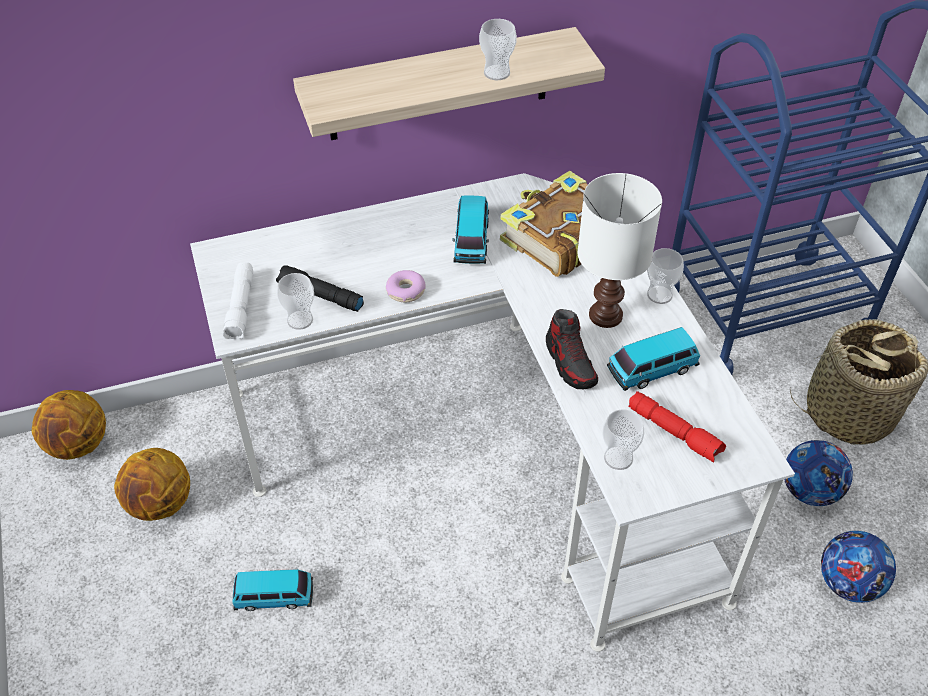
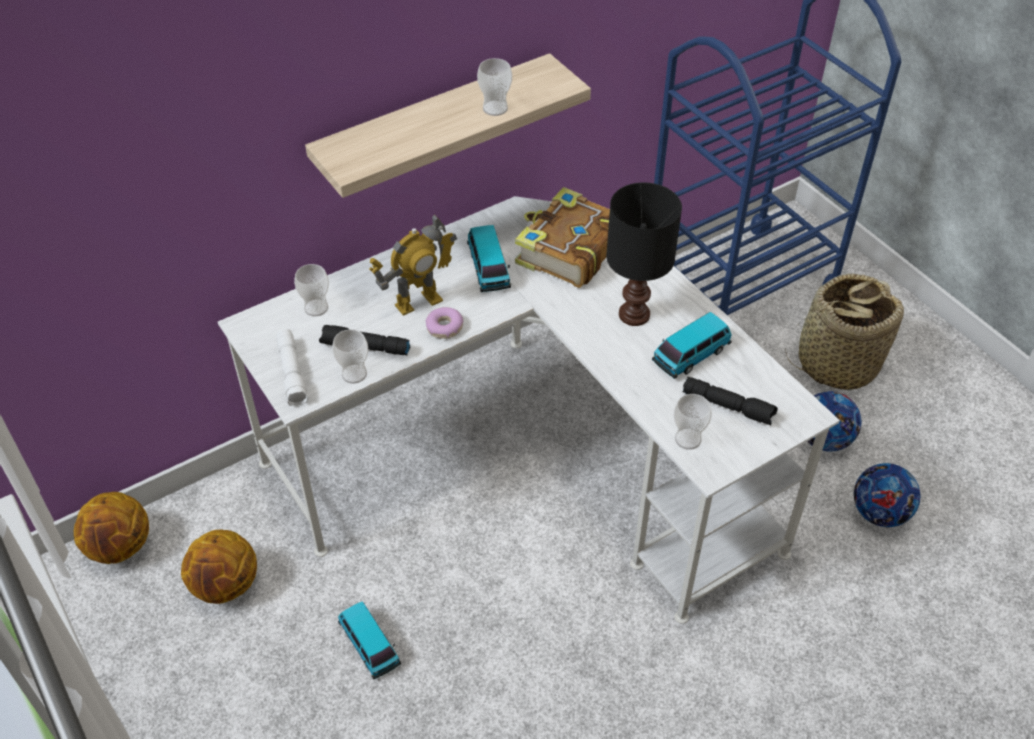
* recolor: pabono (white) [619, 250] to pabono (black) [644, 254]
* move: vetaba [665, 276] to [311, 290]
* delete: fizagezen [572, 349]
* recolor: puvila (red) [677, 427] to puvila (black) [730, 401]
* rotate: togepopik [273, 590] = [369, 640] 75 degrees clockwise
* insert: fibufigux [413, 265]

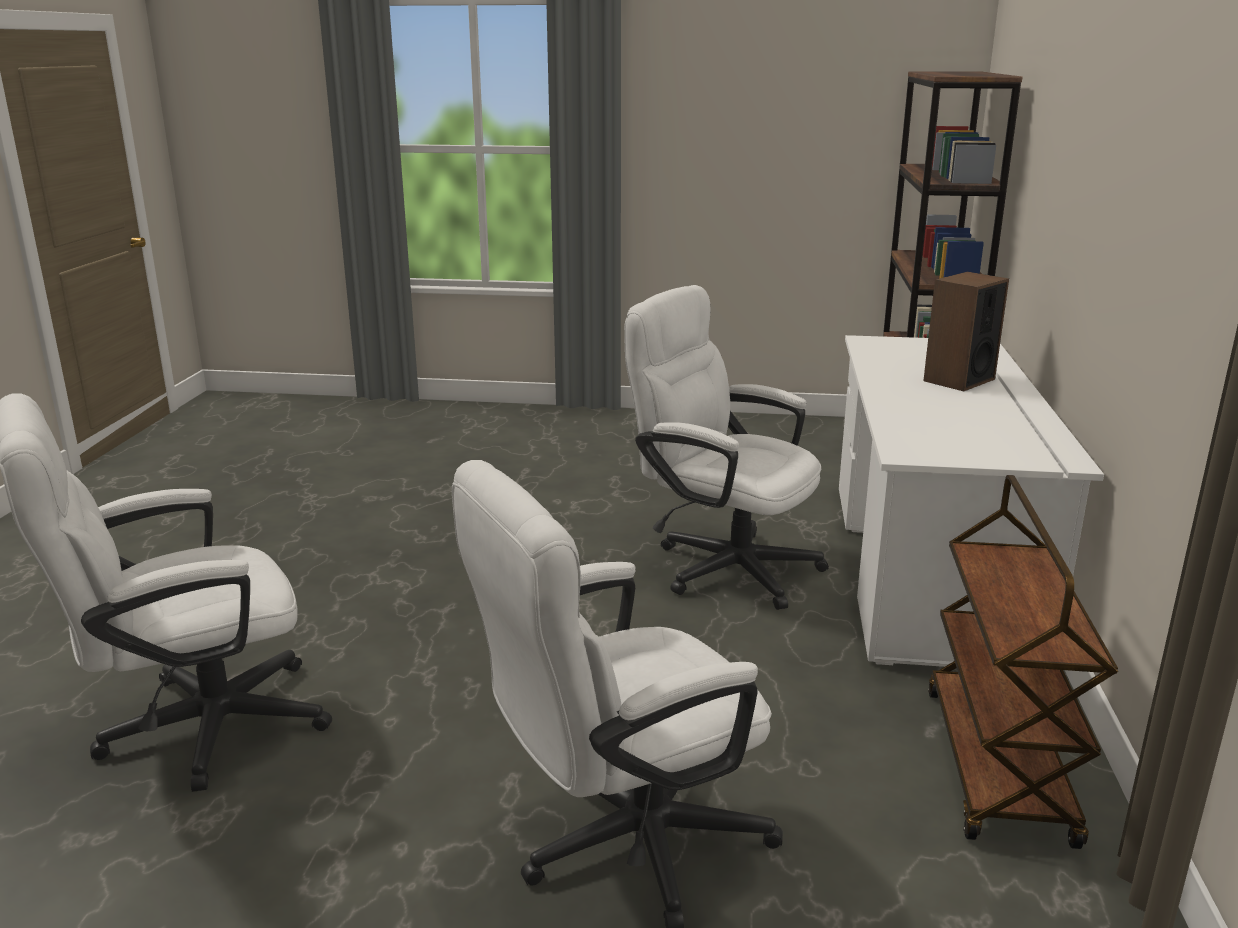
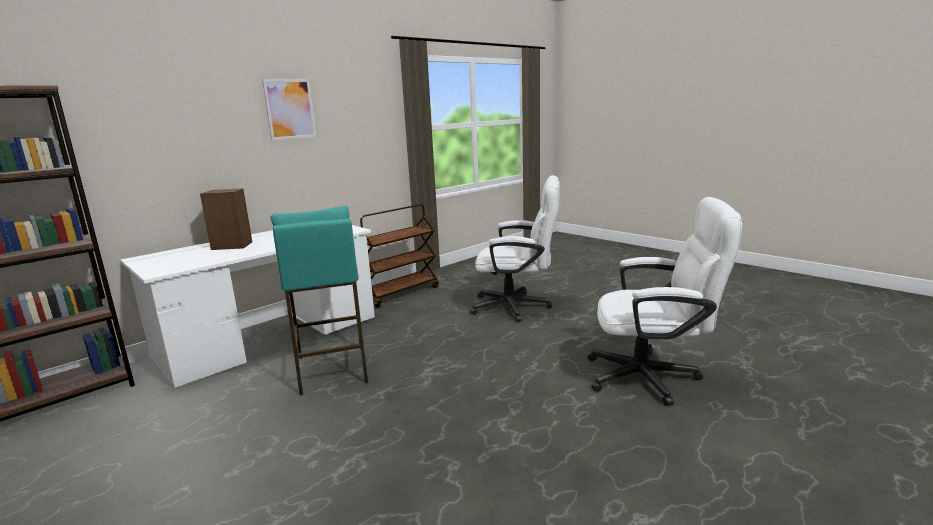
* replace: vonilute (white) [726, 447] to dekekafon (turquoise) [319, 301]
* insert: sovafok [289, 109]

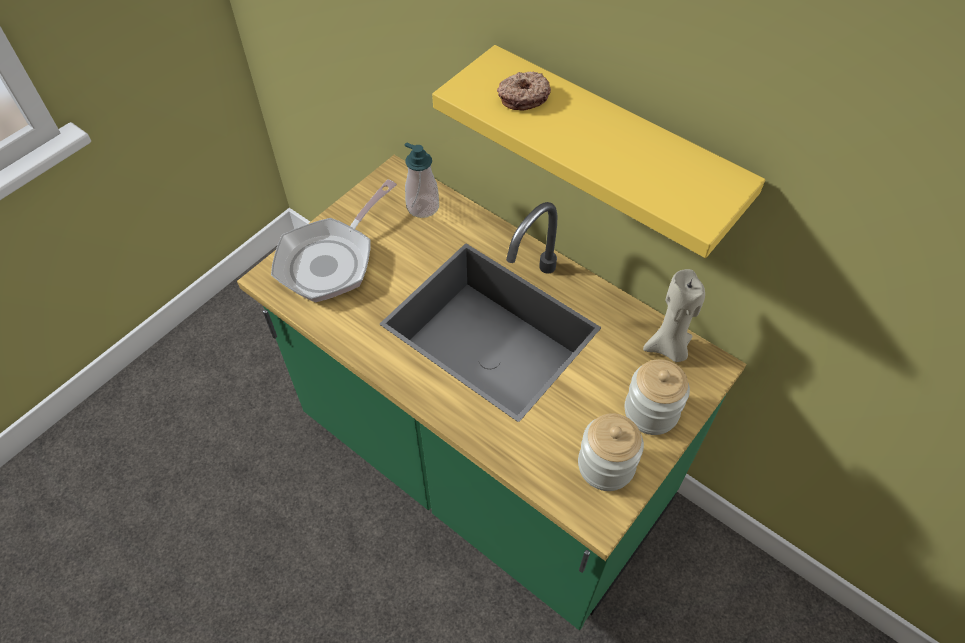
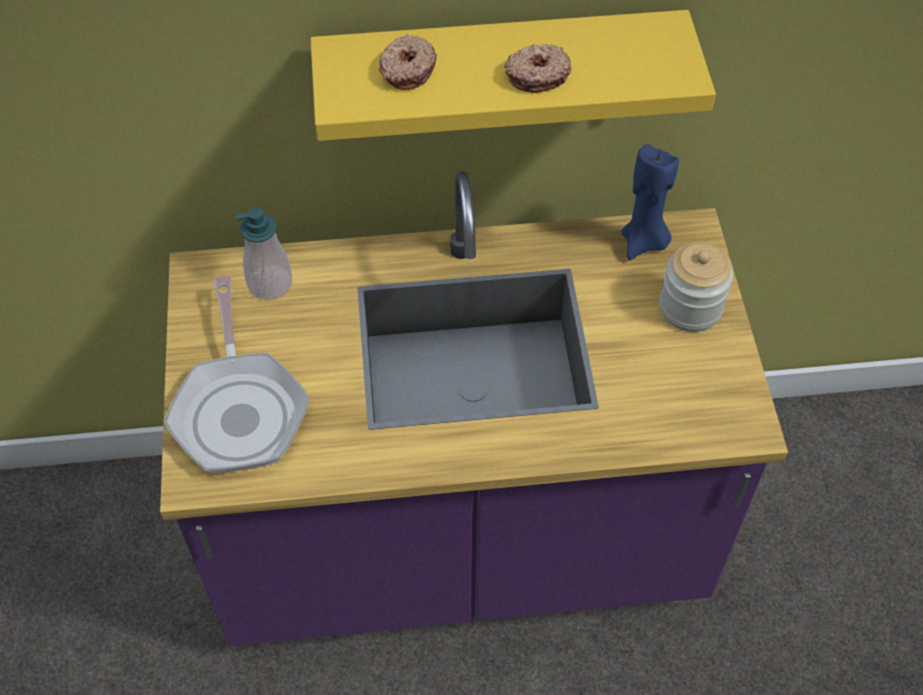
* recolor: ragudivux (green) [491, 392] to ragudivux (purple) [474, 408]
* recolor: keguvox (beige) [674, 315] to keguvox (blue) [650, 202]
* delete: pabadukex [611, 452]
* insert: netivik [537, 68]

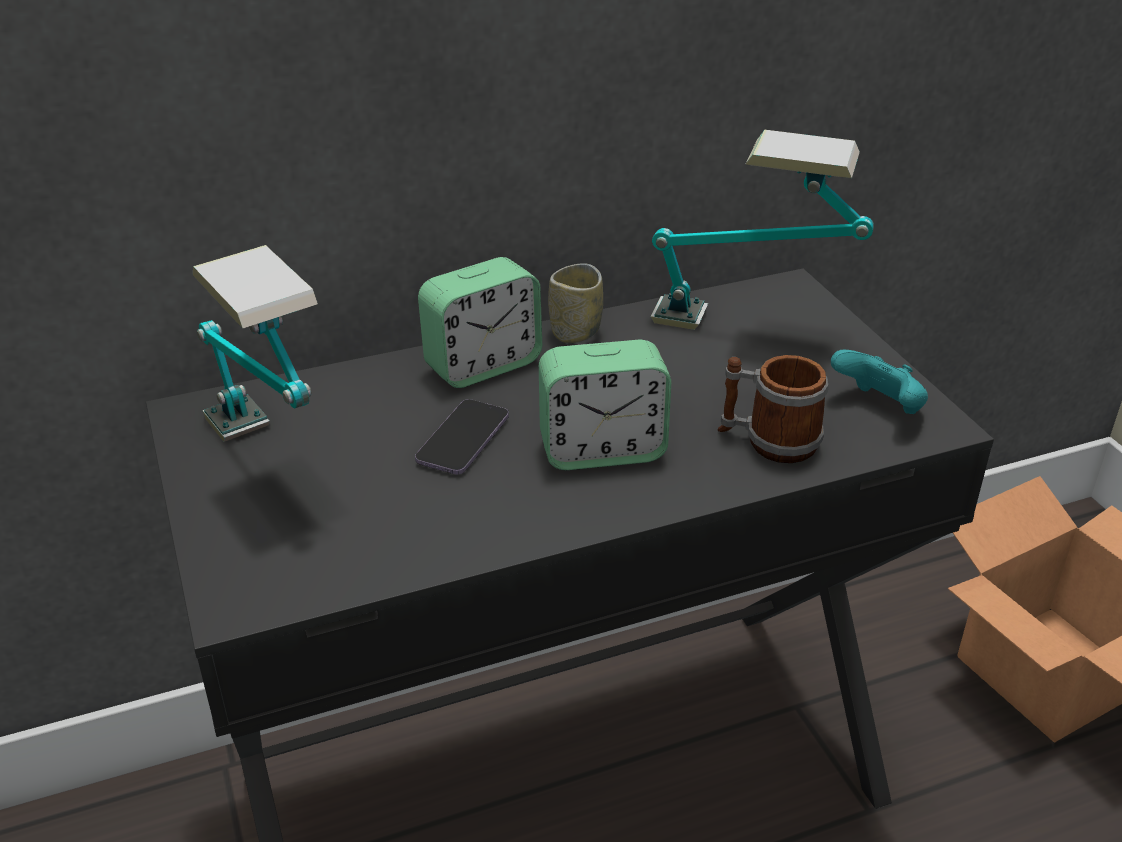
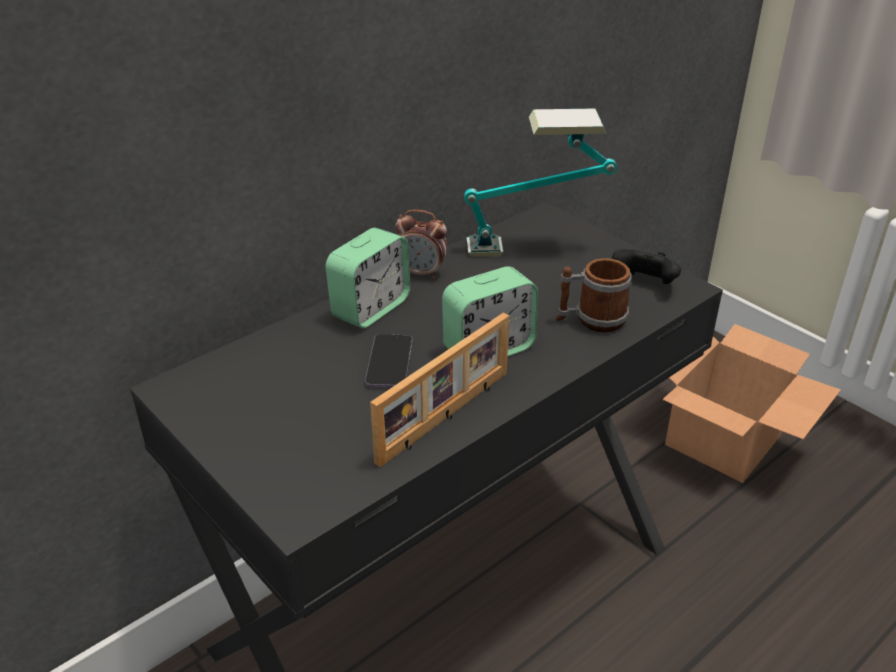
* delete: pabono [255, 343]
* replace: vetaba [575, 303] to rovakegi [421, 244]
* recolor: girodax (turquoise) [879, 382] to girodax (black) [646, 266]
* insert: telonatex [439, 390]

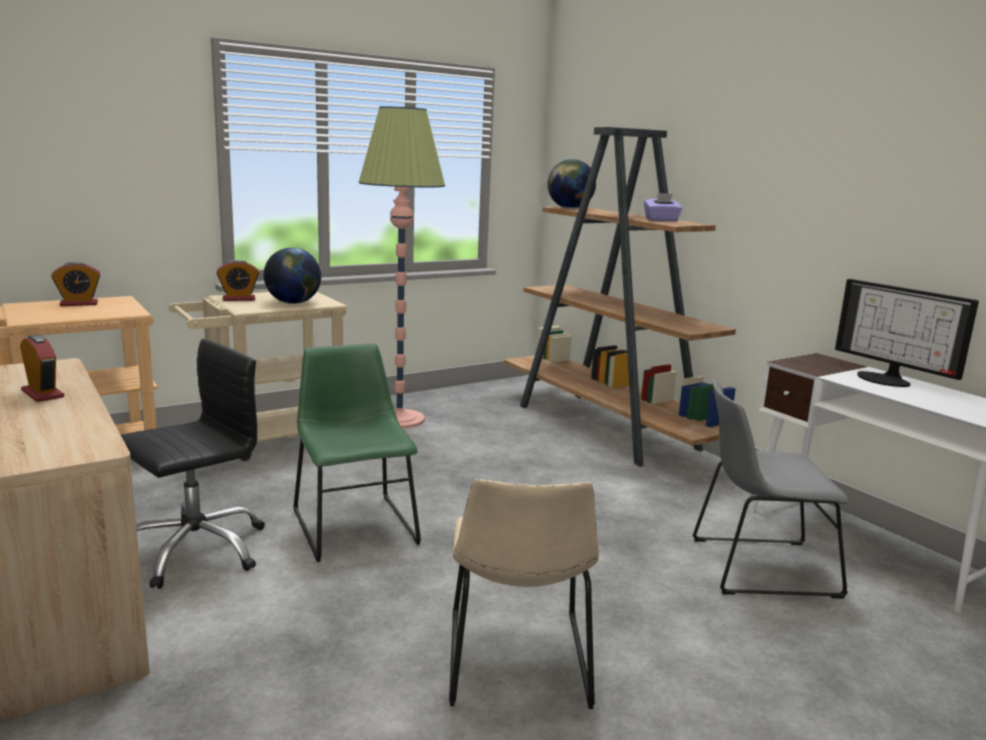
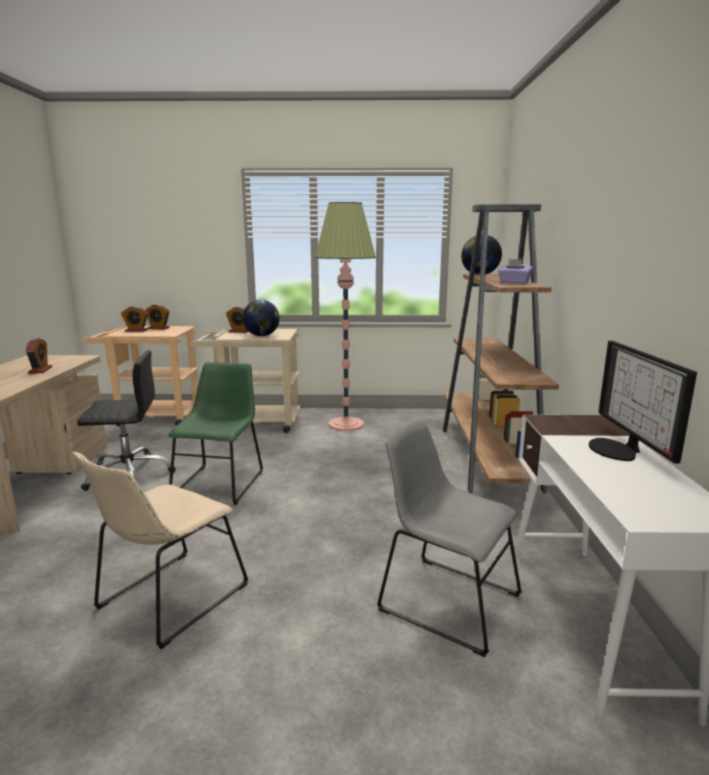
* insert: rovakegi [134, 319]

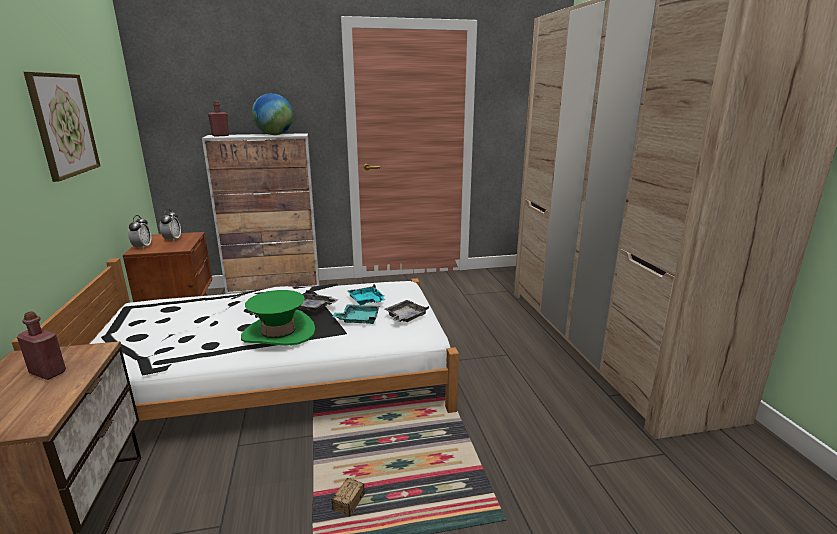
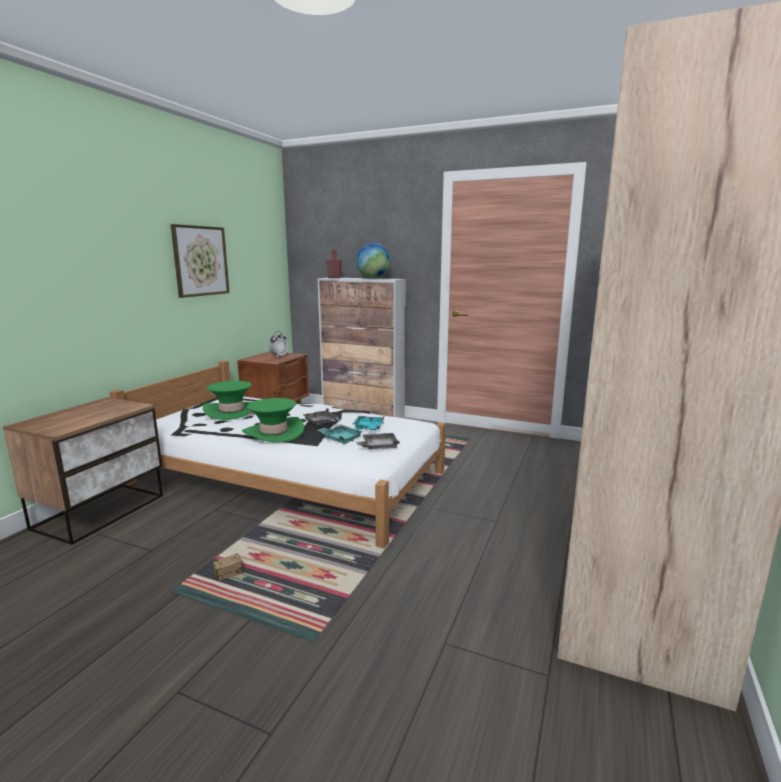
* delete: rovakegi [140, 232]
* delete: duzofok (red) [41, 345]
* insert: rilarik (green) [227, 400]

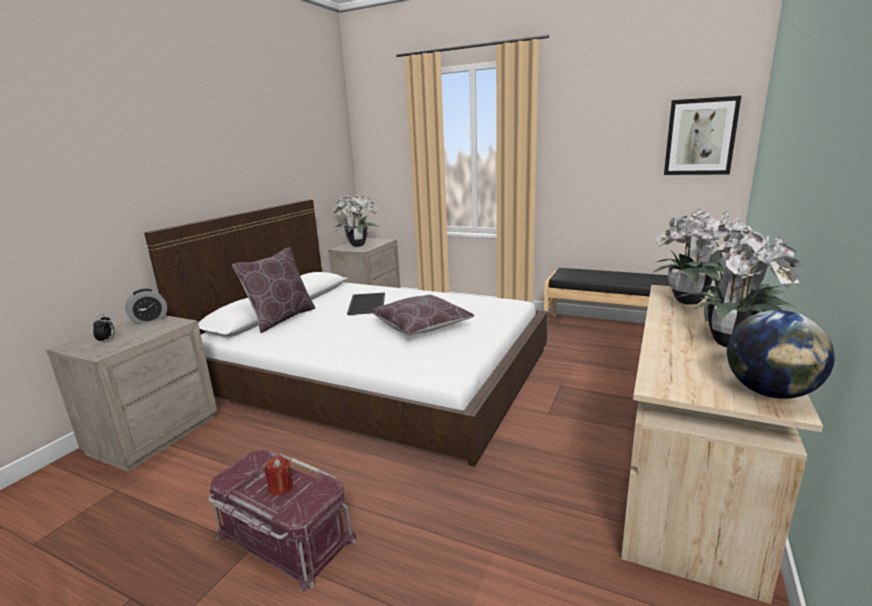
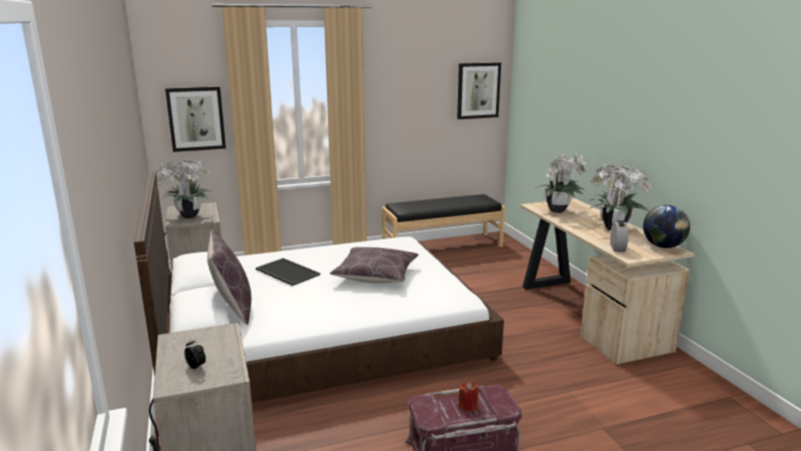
* move: rovakegi [146, 307] to [619, 236]
* insert: sovafok [195, 119]

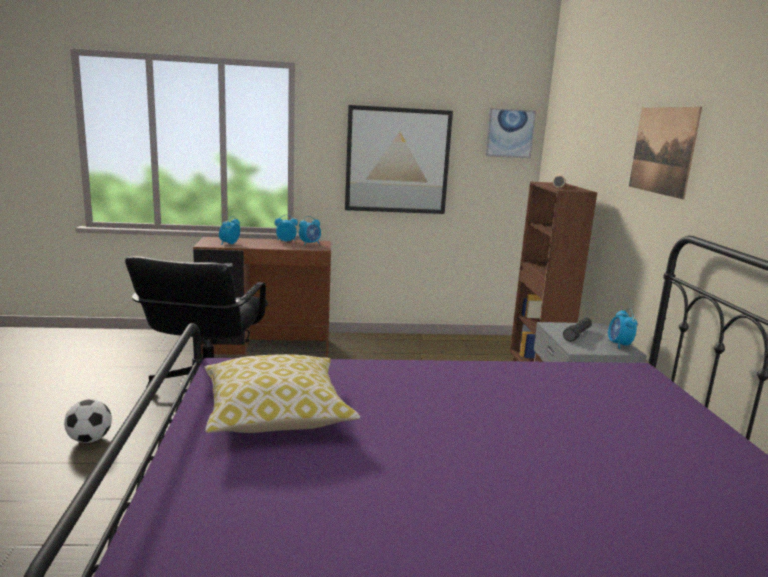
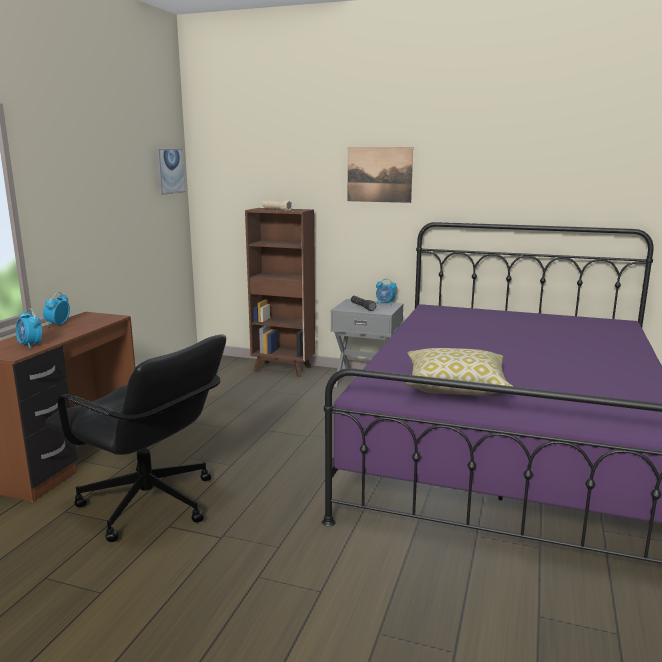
* delete: sovafok [399, 159]
* delete: rovakegi [310, 230]
* delete: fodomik [88, 421]

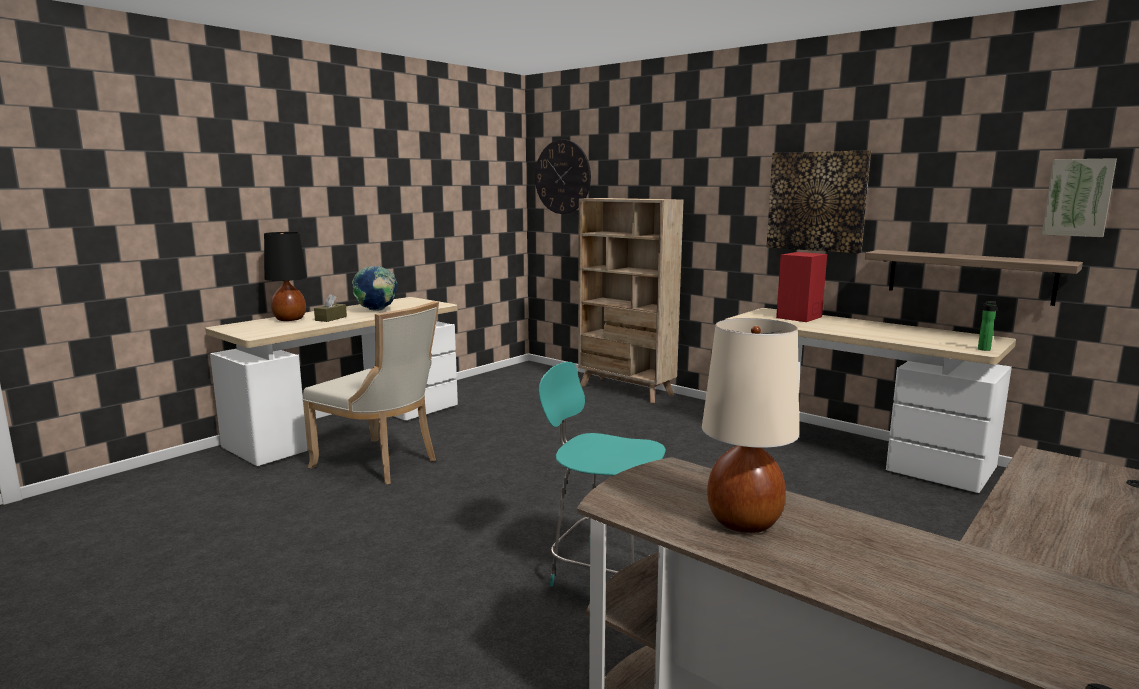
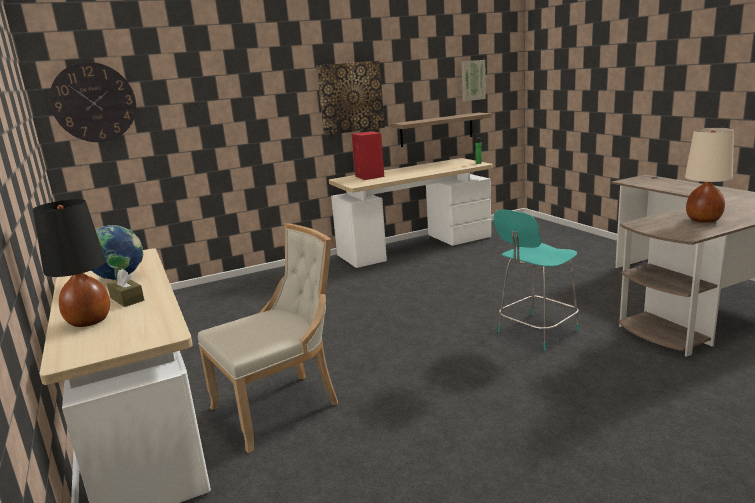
* delete: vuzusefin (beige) [630, 301]

